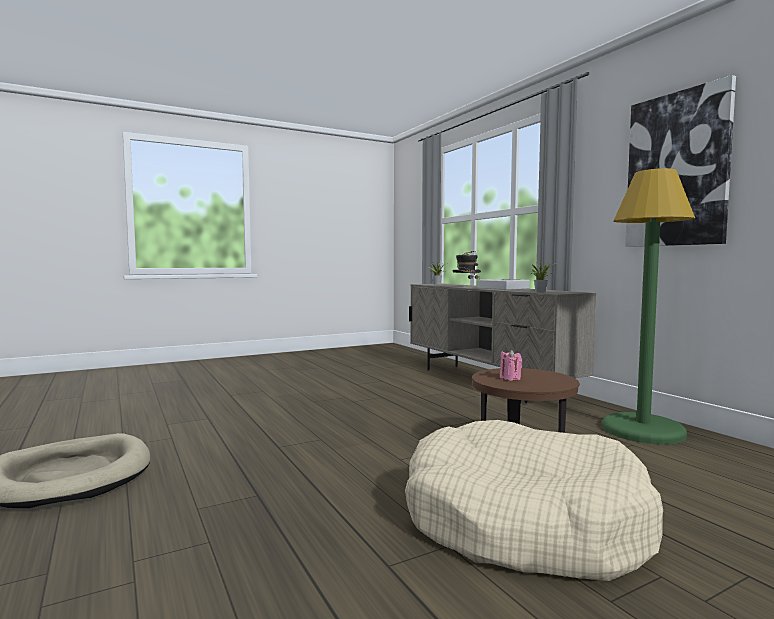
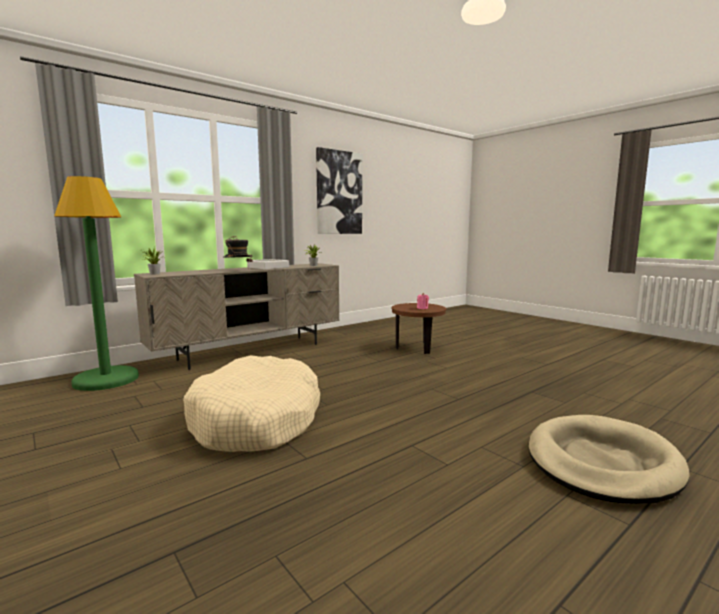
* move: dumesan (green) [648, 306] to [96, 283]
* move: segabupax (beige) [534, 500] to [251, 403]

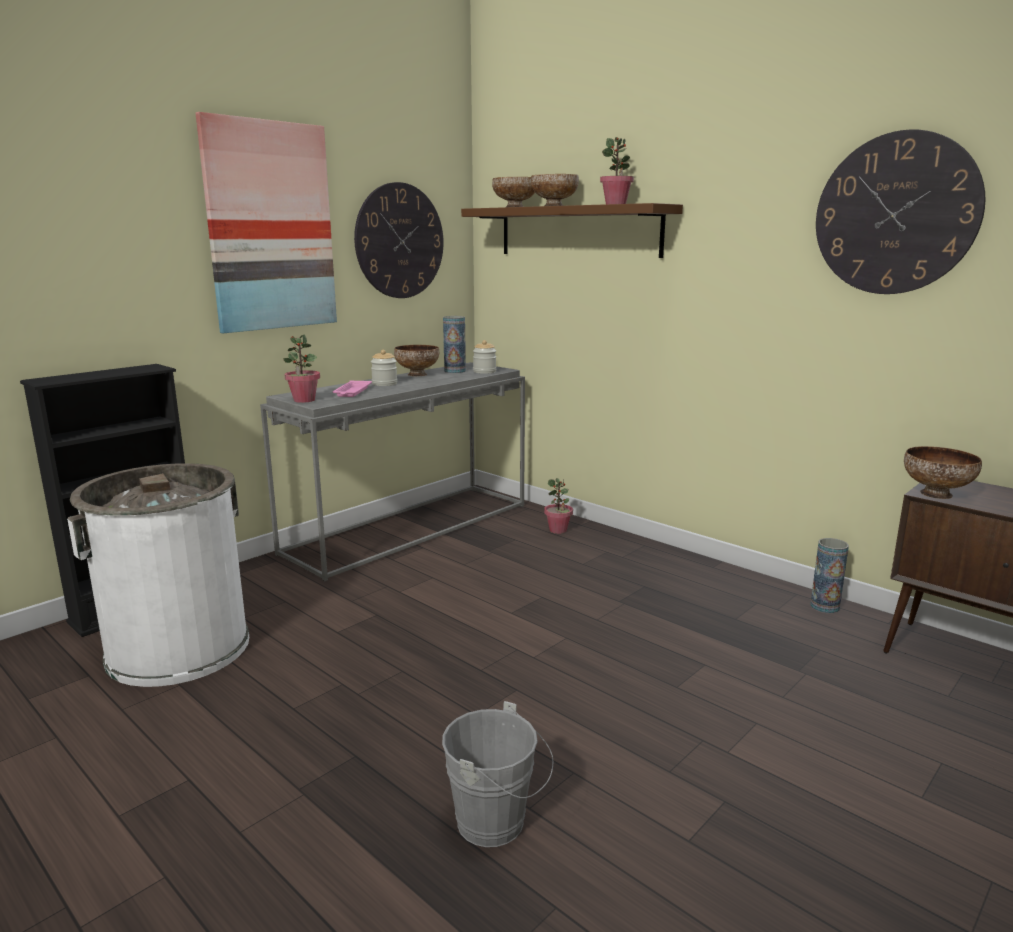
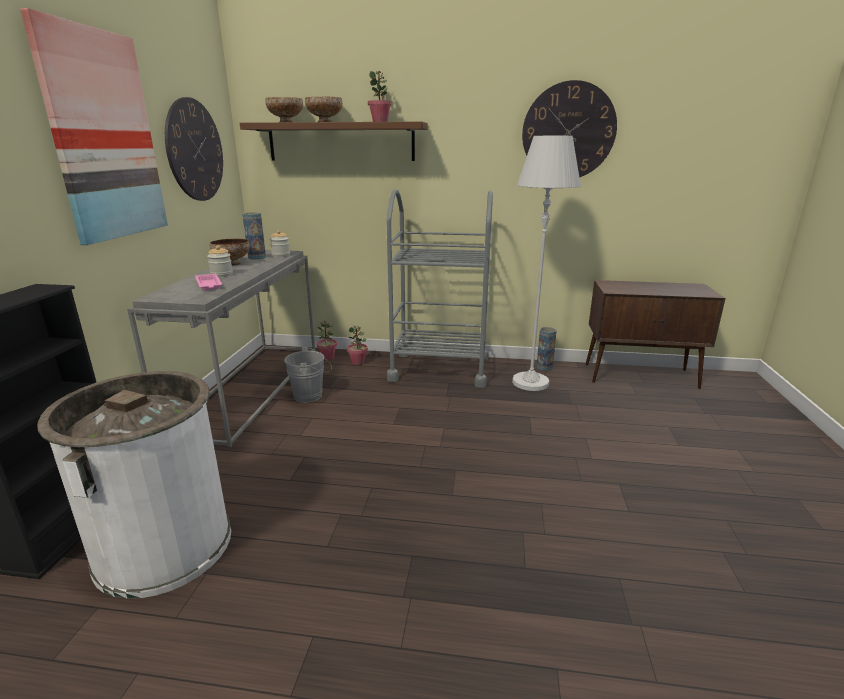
* move: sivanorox [301, 369] to [327, 340]
* delete: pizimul [943, 472]
* move: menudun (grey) [497, 774] to [308, 375]
* insert: dumesan (white) [546, 263]
* insert: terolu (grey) [439, 288]

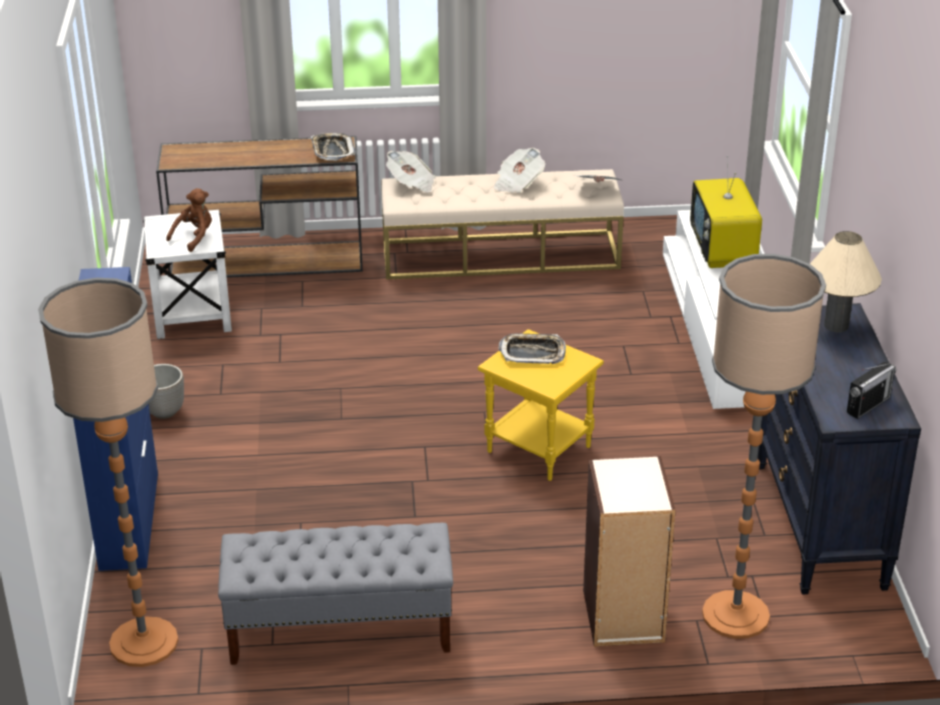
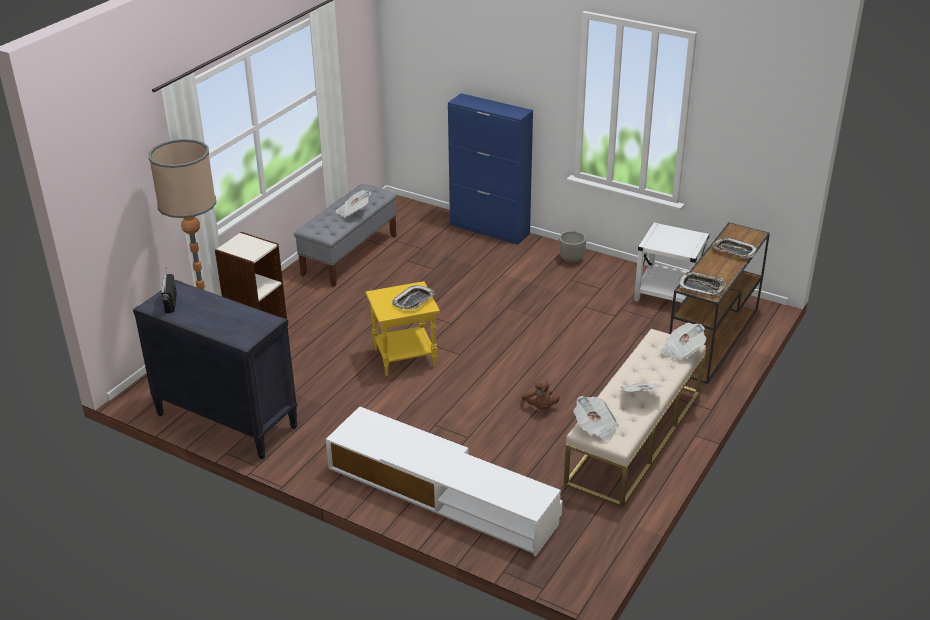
* delete: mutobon [726, 212]
* move: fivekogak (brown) [189, 220] to [540, 394]
* delete: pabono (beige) [846, 281]
* delete: dumesan [108, 472]
* insert: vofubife [353, 204]
* insert: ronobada [734, 247]

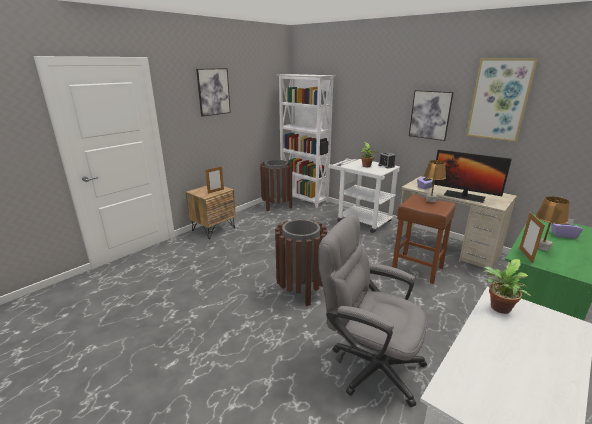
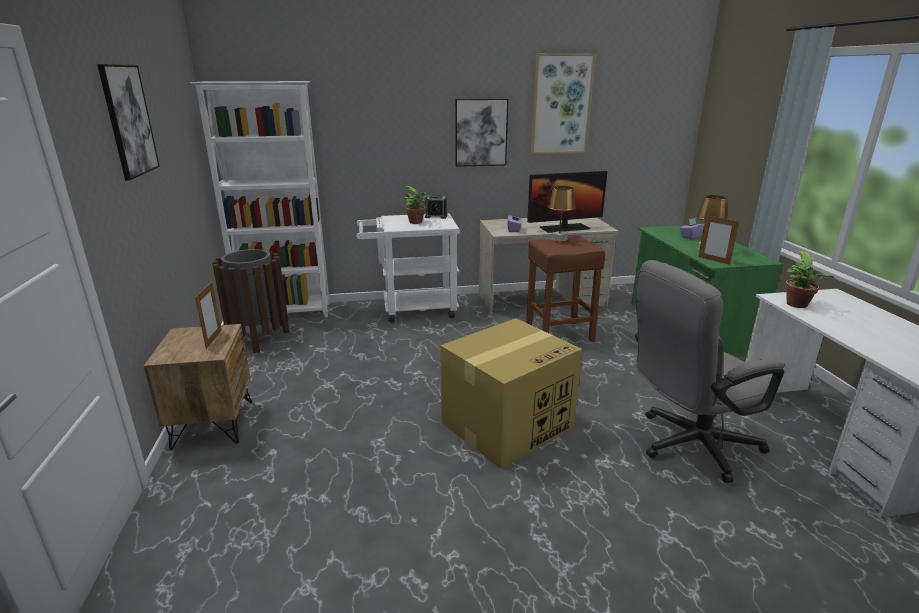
* replace: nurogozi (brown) [301, 262] to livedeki [511, 393]

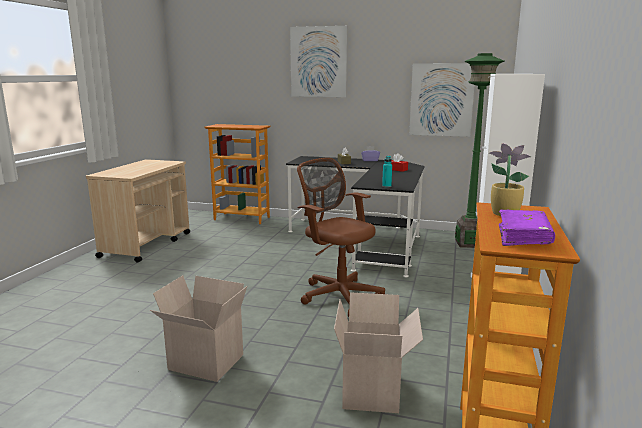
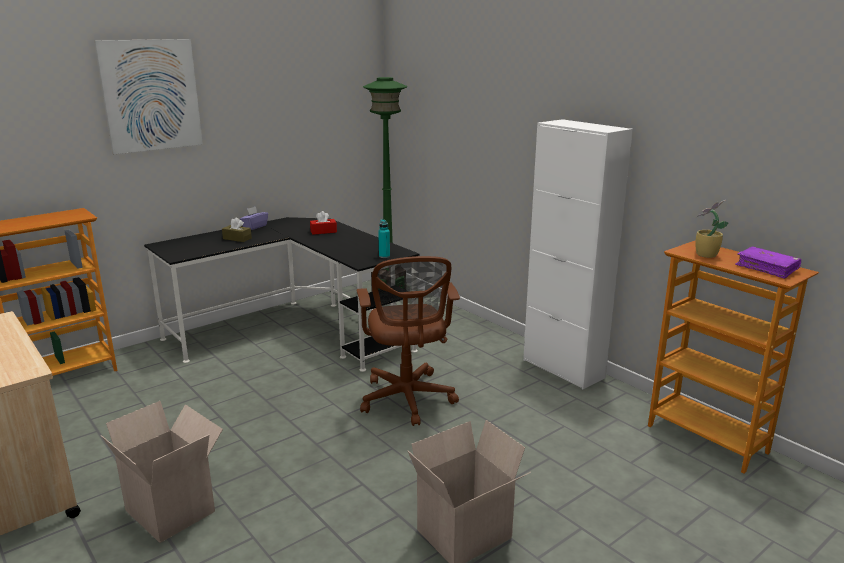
* delete: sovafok [441, 100]
* rotate: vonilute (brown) [341, 237] = [408, 341] 90 degrees counterclockwise
* move: livedeki [378, 352] to [162, 472]

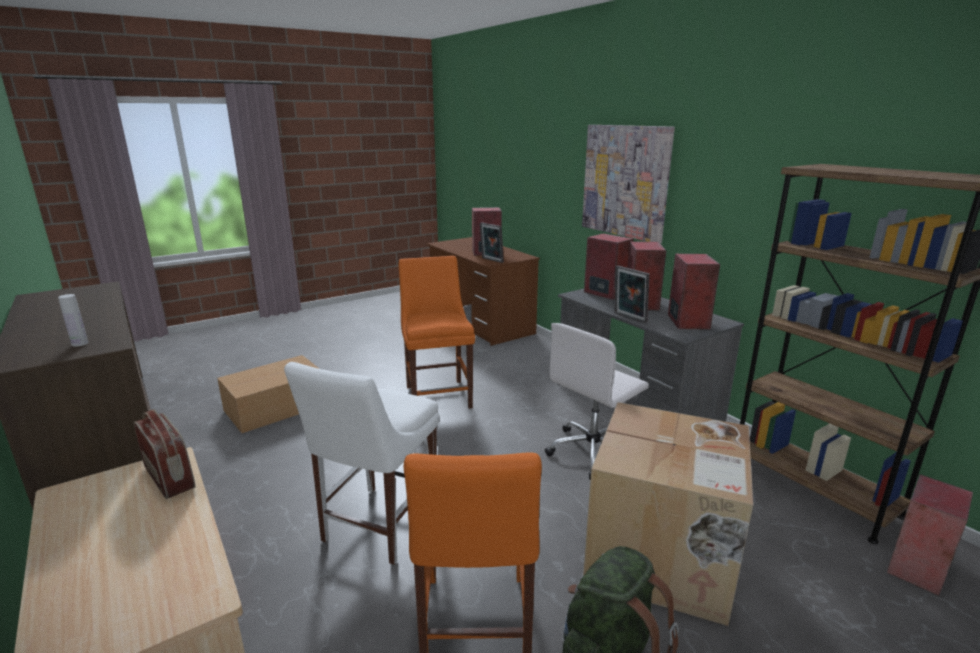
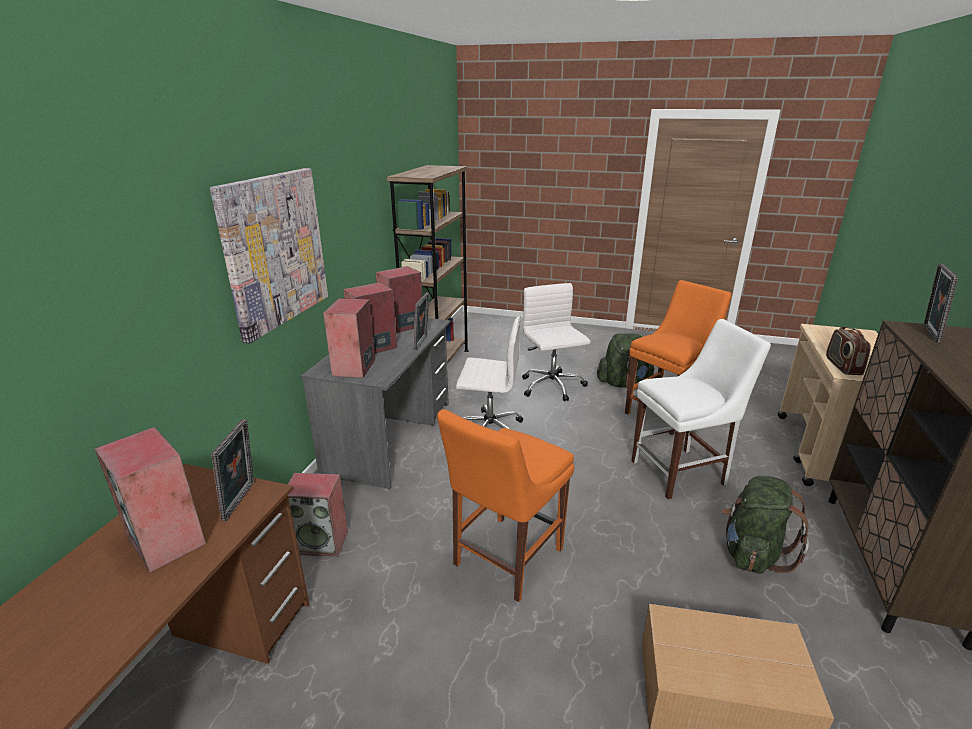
* replace: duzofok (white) [73, 320] to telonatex [941, 303]
* replace: livedeki [668, 514] to vonilute (white) [556, 342]
* move: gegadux [930, 535] to [318, 514]
* insert: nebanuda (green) [765, 525]

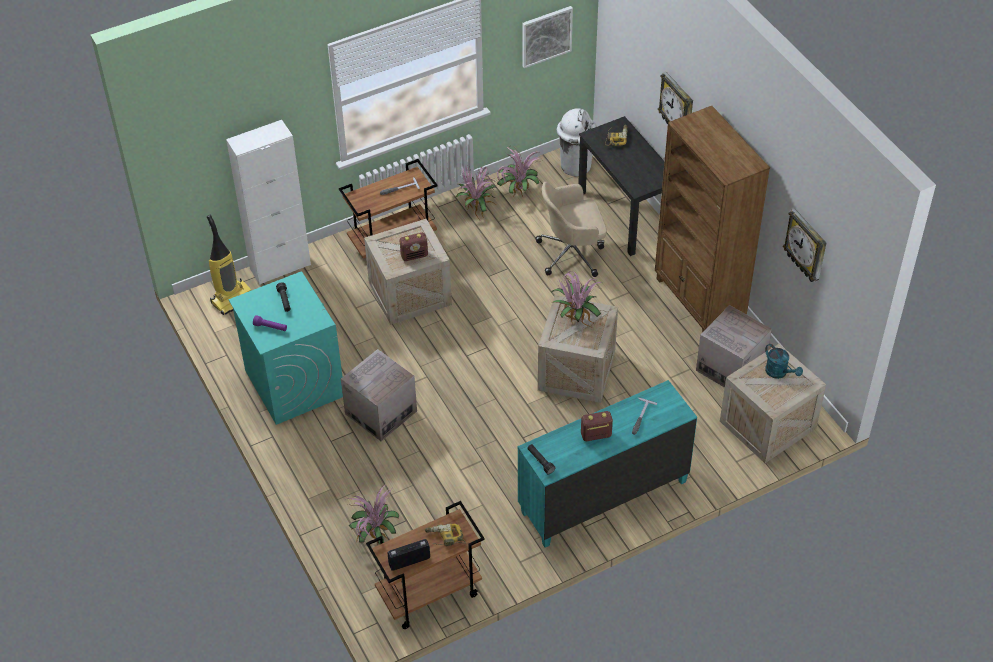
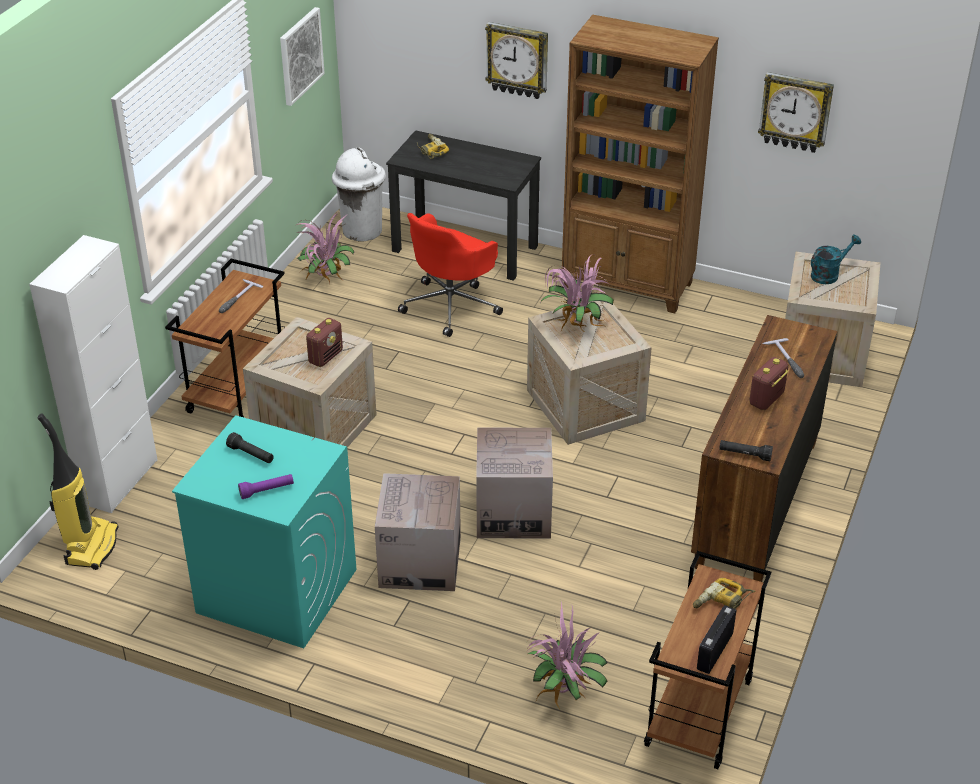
* delete: sivanorox [476, 193]
* recolor: vonilute (beige) [571, 229] to vonilute (red) [450, 275]
* move: livedeki [734, 346] to [514, 483]
* rotate: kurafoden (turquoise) [784, 361] = [836, 259] 45 degrees counterclockwise
* recolor: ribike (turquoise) [607, 464] to ribike (brown) [764, 448]

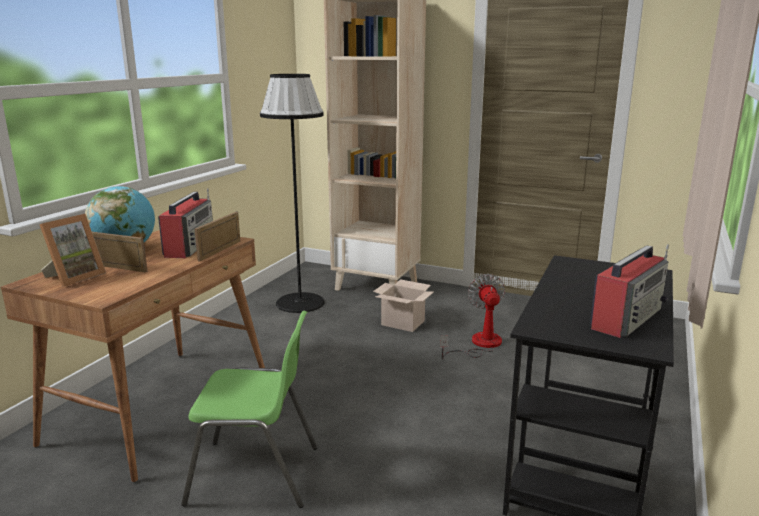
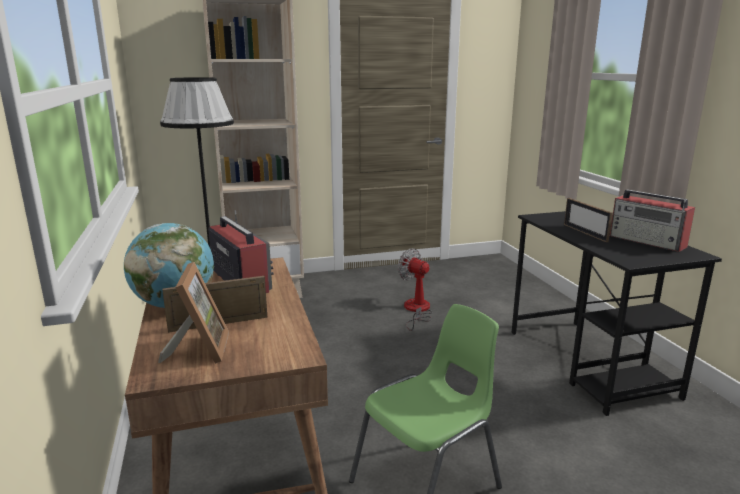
* move: telonatex [217, 237] to [588, 220]
* rotate: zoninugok [629, 291] = [652, 220] 135 degrees clockwise
* delete: livedeki [403, 305]

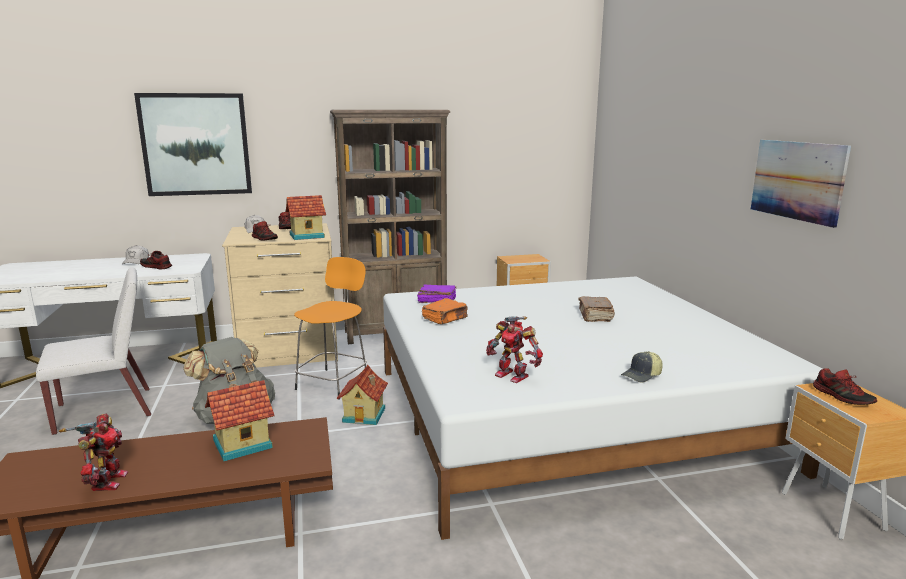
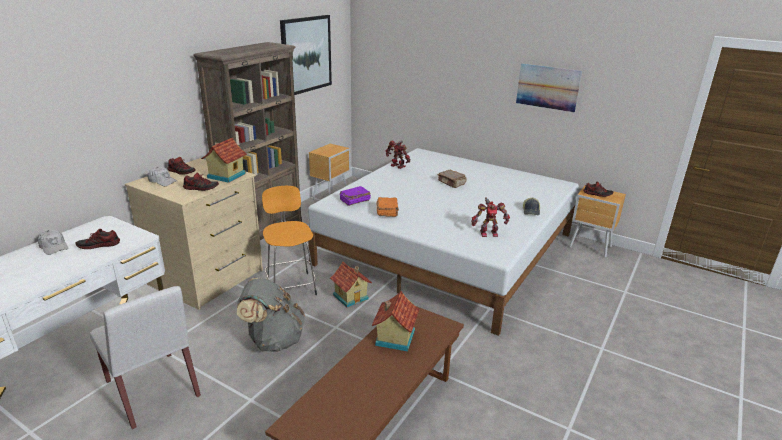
* move: sovafok [193, 144] to [306, 55]
* rotate: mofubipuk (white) [93, 351] = [145, 357] 120 degrees clockwise
* move: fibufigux [93, 452] to [398, 154]

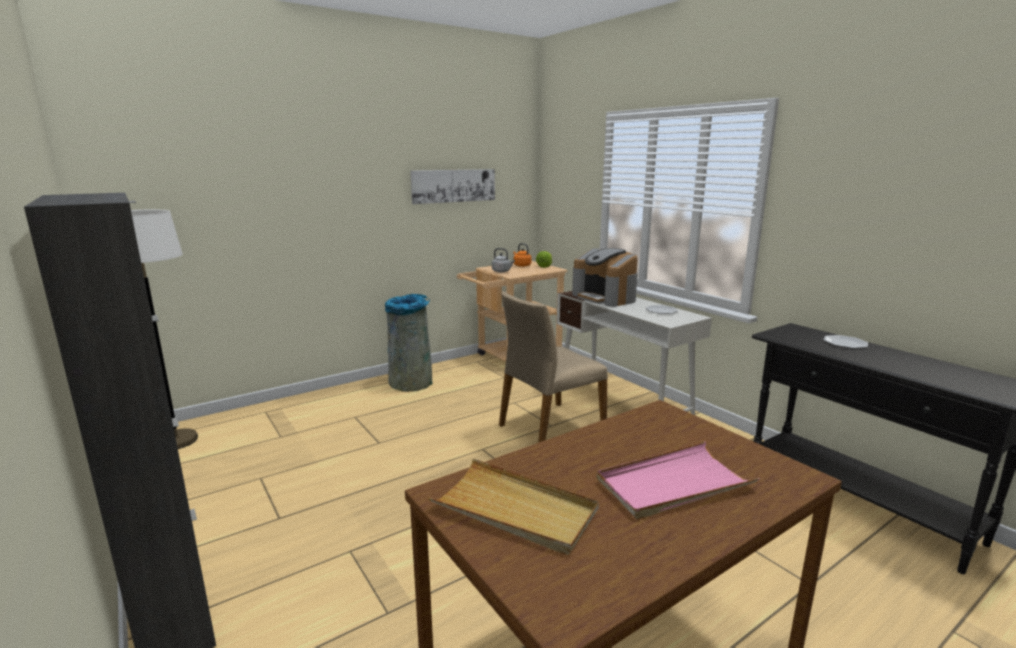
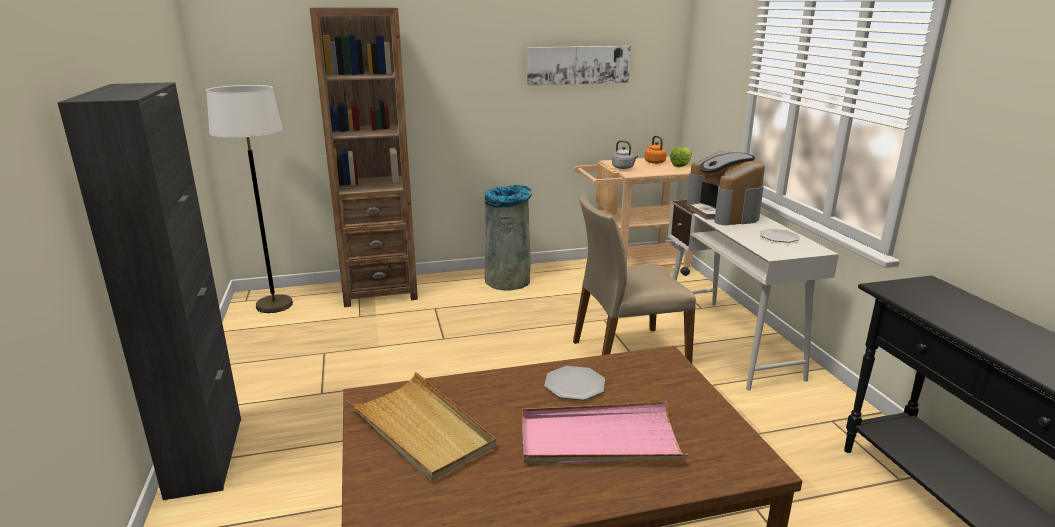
* move: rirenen [845, 342] to [574, 383]
* insert: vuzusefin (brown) [364, 157]

